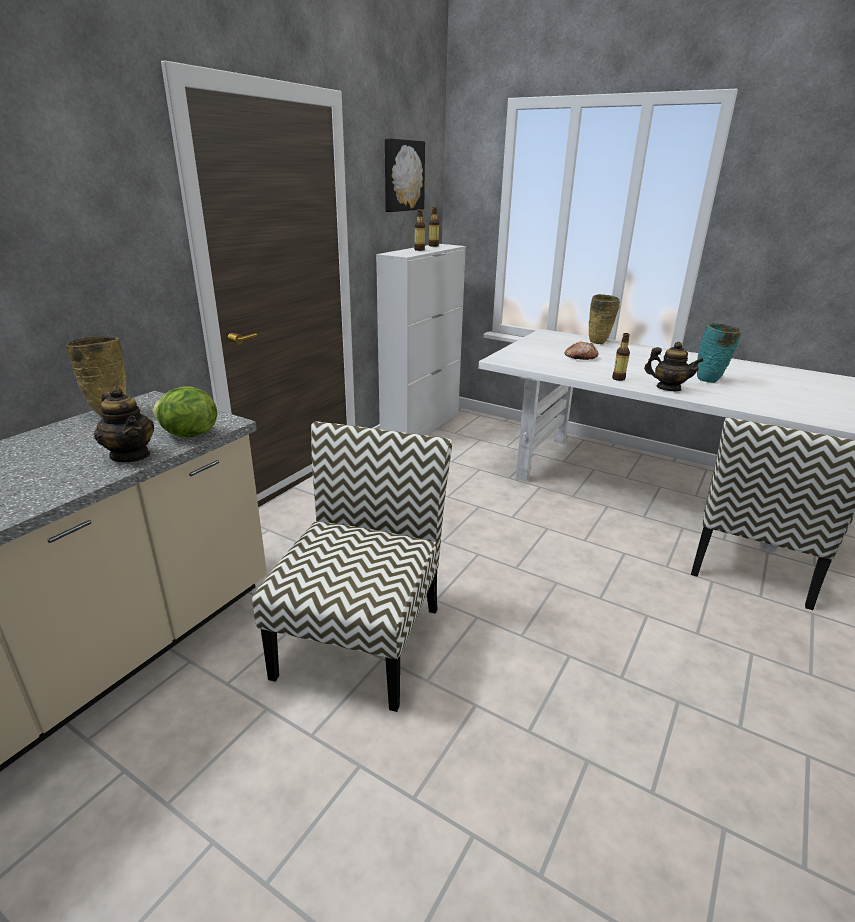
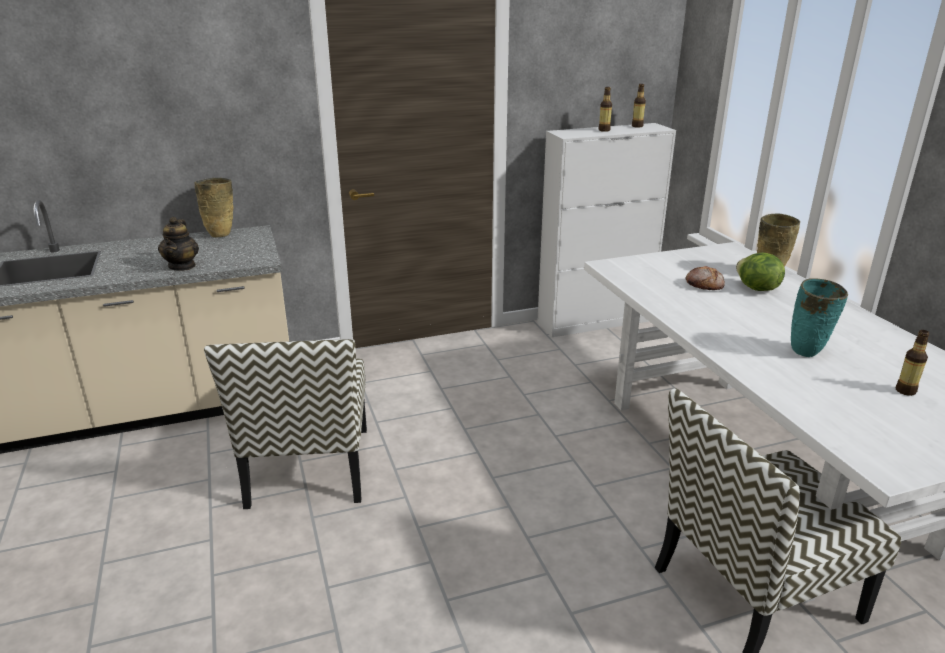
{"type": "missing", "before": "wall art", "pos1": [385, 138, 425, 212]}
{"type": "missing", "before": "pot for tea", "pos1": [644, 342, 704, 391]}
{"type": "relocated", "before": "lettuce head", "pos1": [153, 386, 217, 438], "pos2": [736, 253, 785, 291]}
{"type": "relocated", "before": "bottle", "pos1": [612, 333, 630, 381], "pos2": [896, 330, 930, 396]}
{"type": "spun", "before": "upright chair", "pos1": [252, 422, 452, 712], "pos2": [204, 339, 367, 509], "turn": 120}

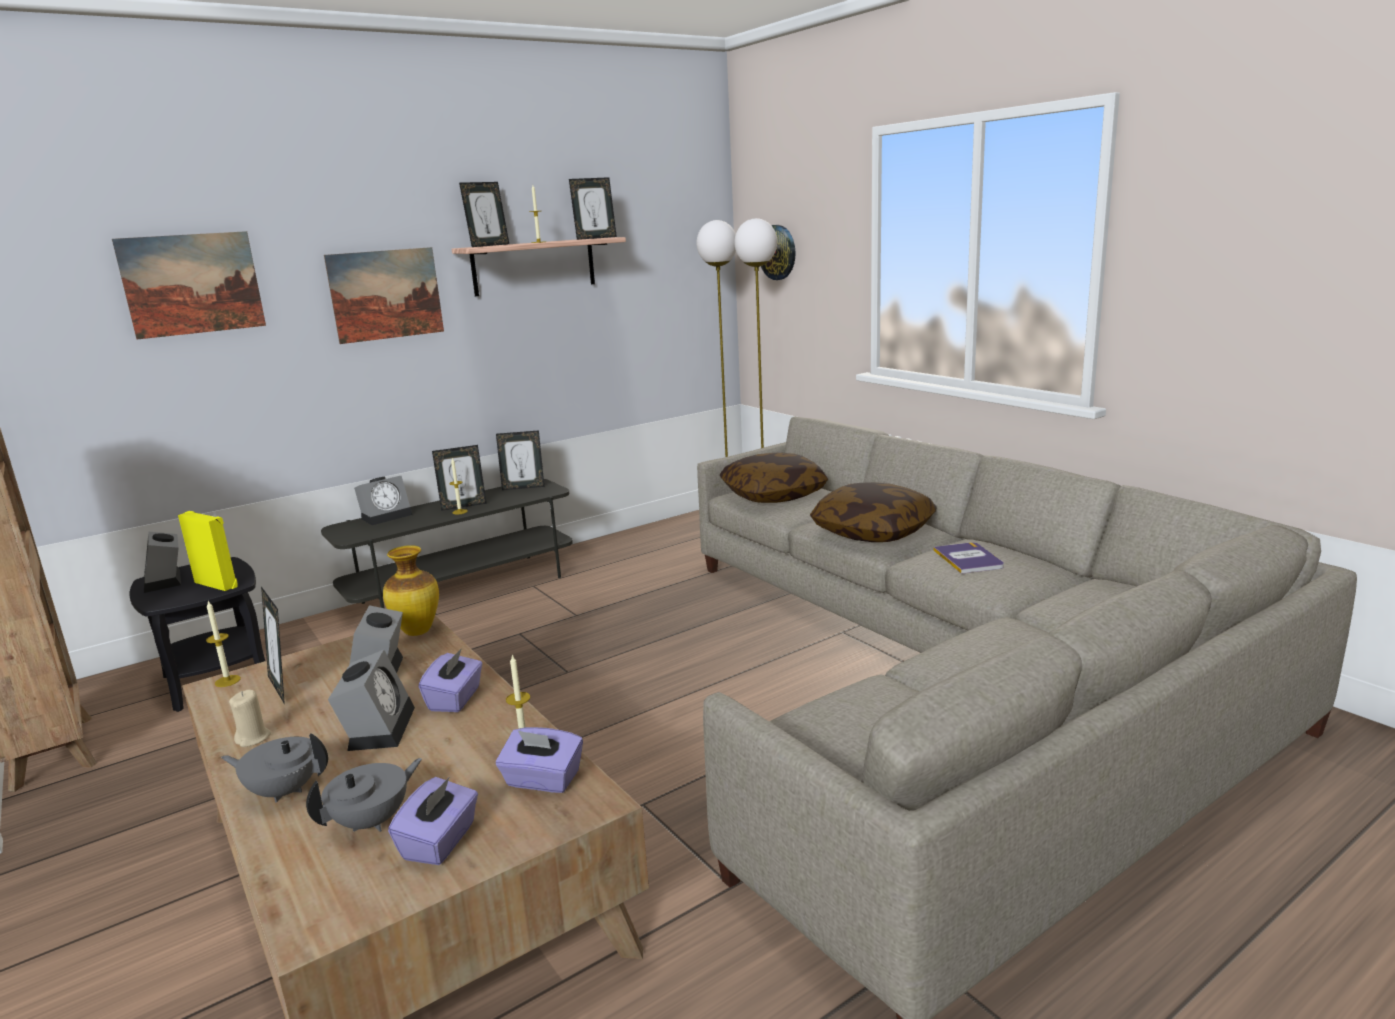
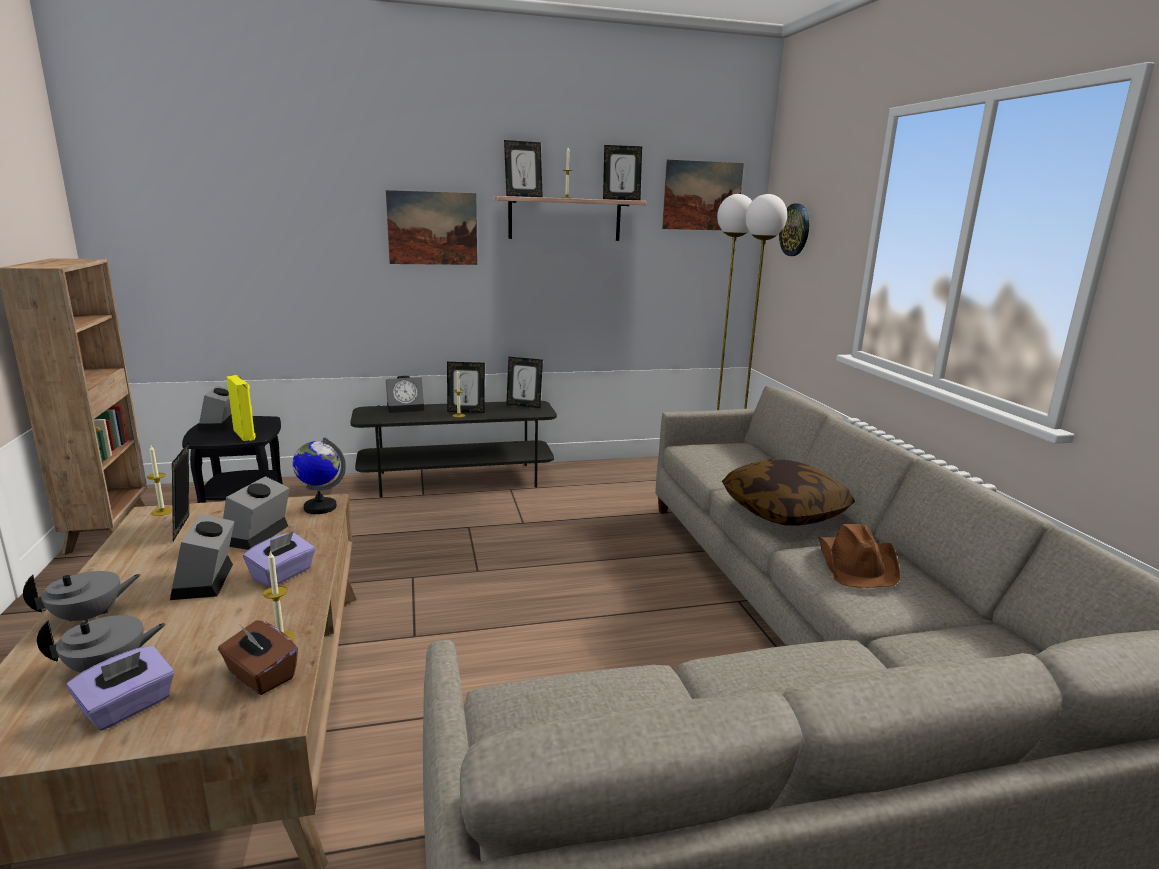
{"type": "missing", "before": "wax light in beige", "pos1": [229, 689, 271, 747]}
{"type": "missing", "before": "pillow", "pos1": [720, 453, 828, 503]}
{"type": "relocated", "before": "wall art", "pos1": [112, 231, 266, 339], "pos2": [662, 160, 744, 230]}
{"type": "exchanged", "before": "flower vase", "after": "globe", "pos1": [383, 545, 439, 636], "pos2": [293, 437, 346, 514]}
{"type": "exchanged", "before": "volume", "after": "clothing hat in brown", "pos1": [933, 542, 1004, 574], "pos2": [818, 524, 900, 588]}
{"type": "colour", "before": "box of tissues in purple-coloured", "after": "box of tissues in brown", "pos1": [496, 727, 583, 793], "pos2": [218, 620, 298, 695]}
{"type": "spun", "before": "pot for tea in greyish", "pos1": [221, 733, 328, 802], "pos2": [23, 571, 141, 622], "turn": 120}
{"type": "spun", "before": "bedside clock", "pos1": [328, 650, 415, 751], "pos2": [170, 514, 235, 600], "turn": 150}

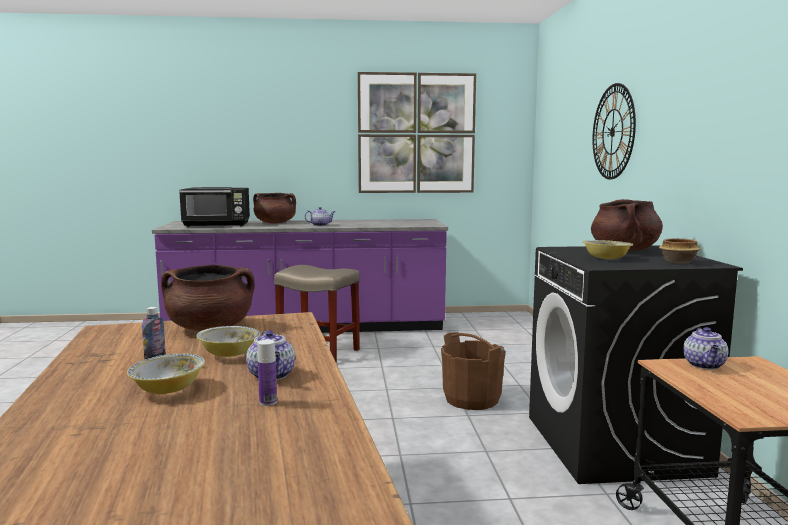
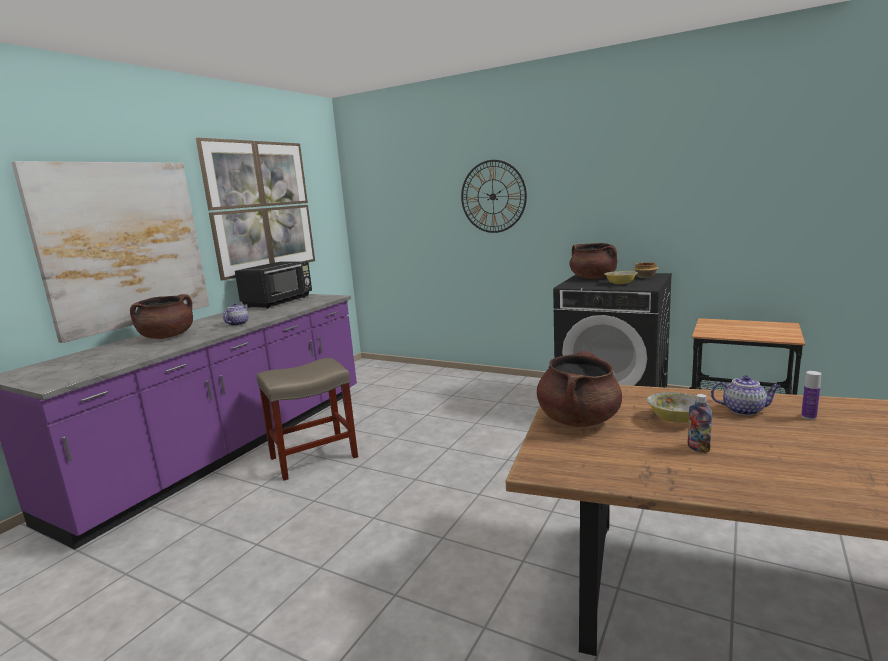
{"type": "missing", "before": "bowl", "pos1": [127, 353, 205, 394]}
{"type": "missing", "before": "water bucket in brown", "pos1": [441, 332, 506, 410]}
{"type": "missing", "before": "pot for tea", "pos1": [683, 327, 728, 370]}
{"type": "appeared", "after": "wall art", "pos2": [11, 161, 209, 343]}
{"type": "relocated", "before": "kitchen microwave in black-coloured", "pos1": [179, 187, 250, 227], "pos2": [235, 262, 312, 309]}

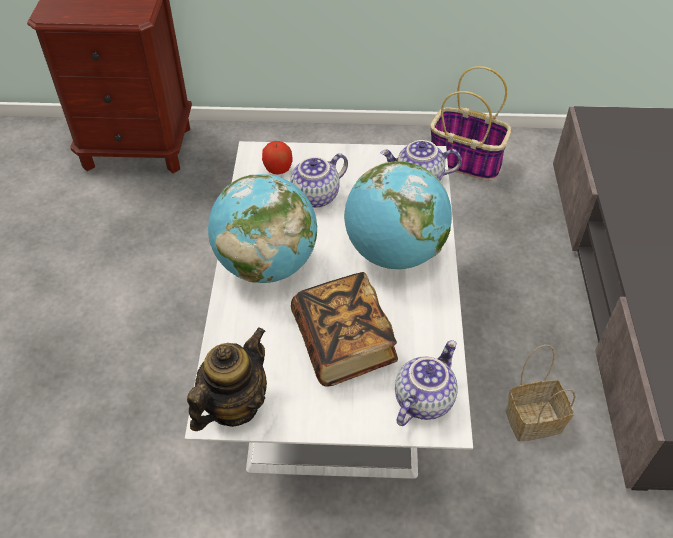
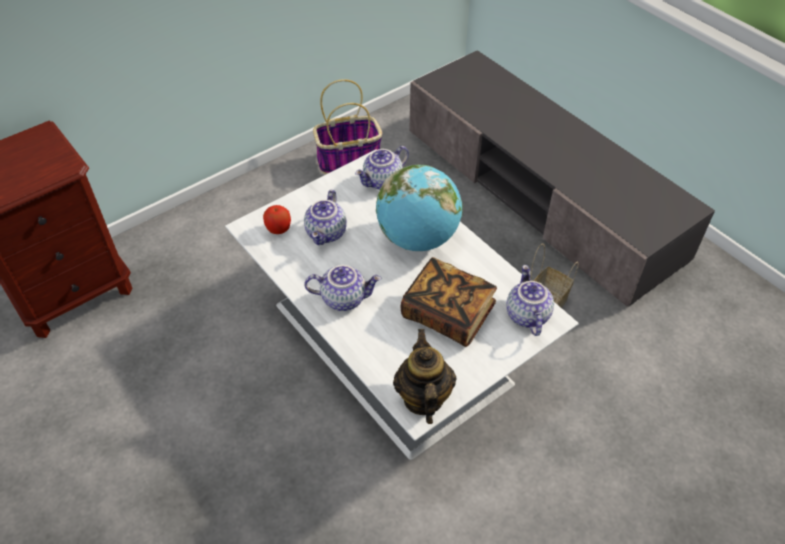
{"type": "exchanged", "before": "globe", "after": "pot for tea", "pos1": [208, 174, 317, 283], "pos2": [304, 265, 381, 311]}

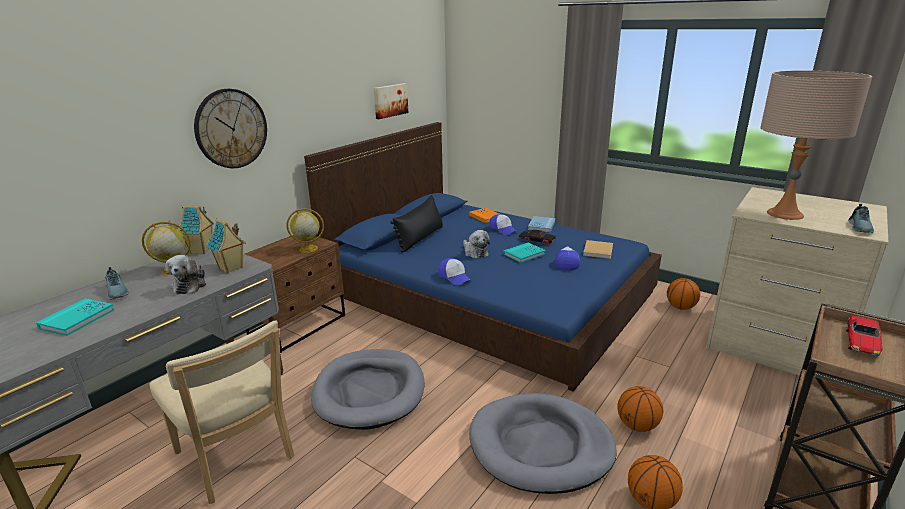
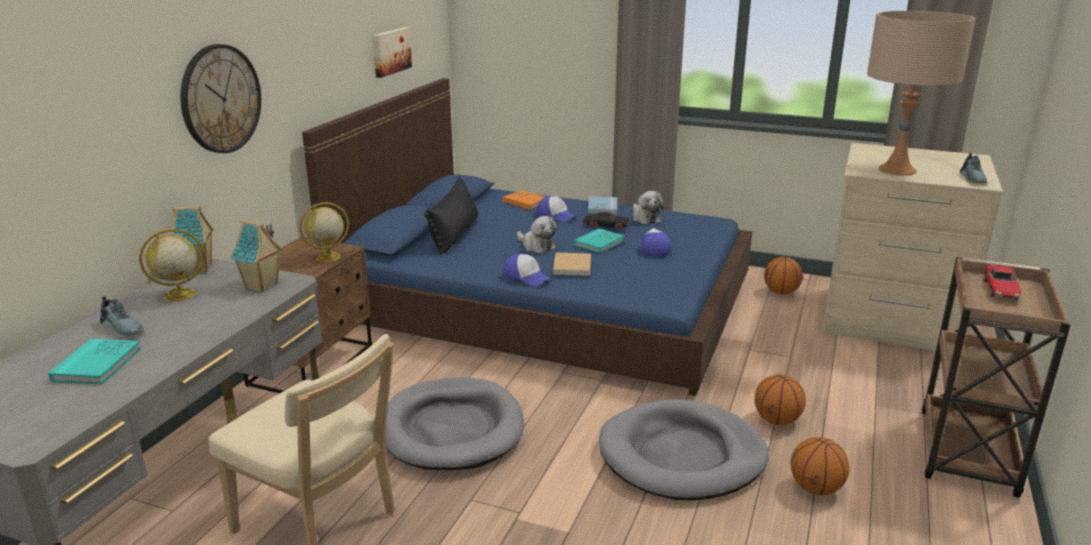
{"type": "relocated", "before": "cuddly toy", "pos1": [165, 255, 206, 294], "pos2": [633, 191, 664, 224]}
{"type": "relocated", "before": "volume in beige", "pos1": [583, 240, 613, 259], "pos2": [553, 253, 591, 276]}

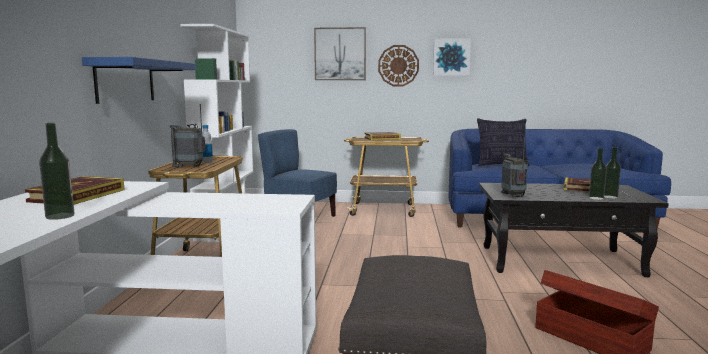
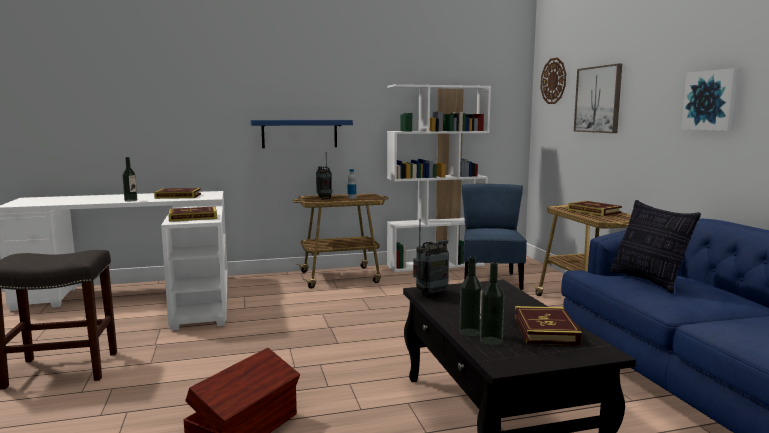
{"type": "appeared", "after": "volume", "pos2": [168, 207, 217, 222]}
{"type": "relocated", "before": "hanging clock", "pos1": [378, 45, 419, 86], "pos2": [540, 57, 566, 104]}

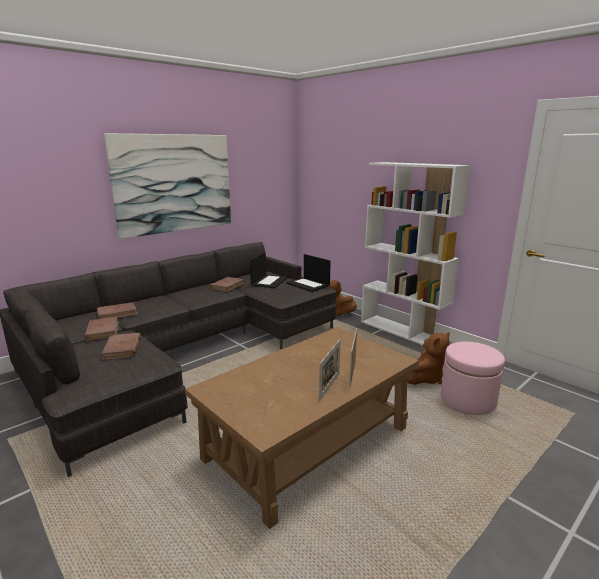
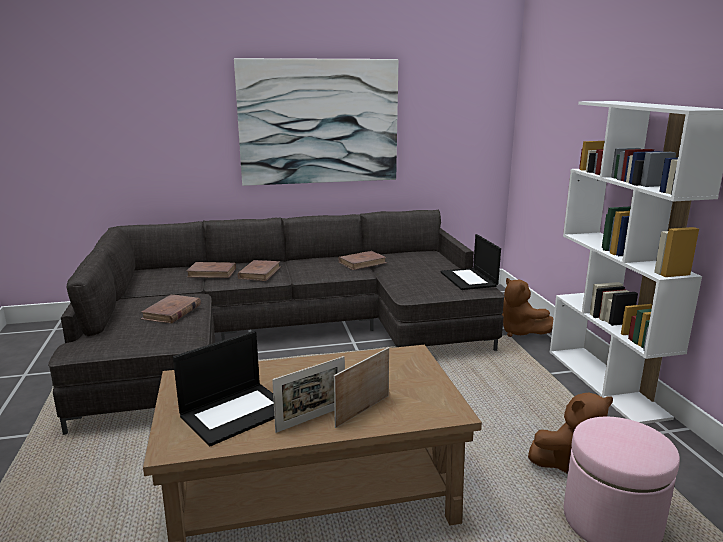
{"type": "relocated", "before": "volume in brown", "pos1": [84, 317, 119, 341], "pos2": [237, 260, 281, 281]}
{"type": "relocated", "before": "laptop", "pos1": [250, 252, 288, 288], "pos2": [173, 331, 275, 447]}

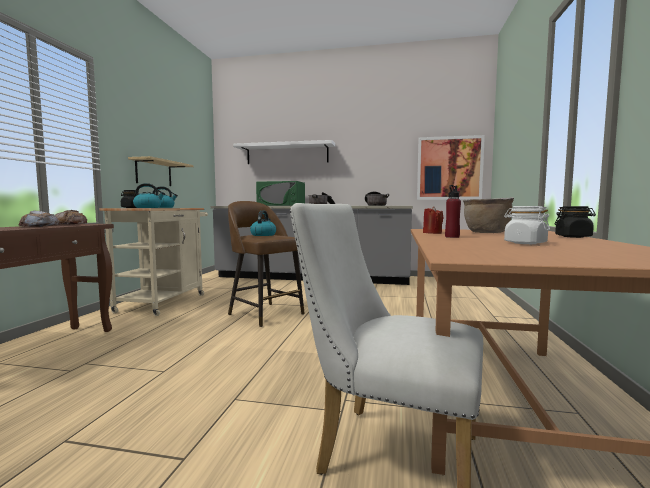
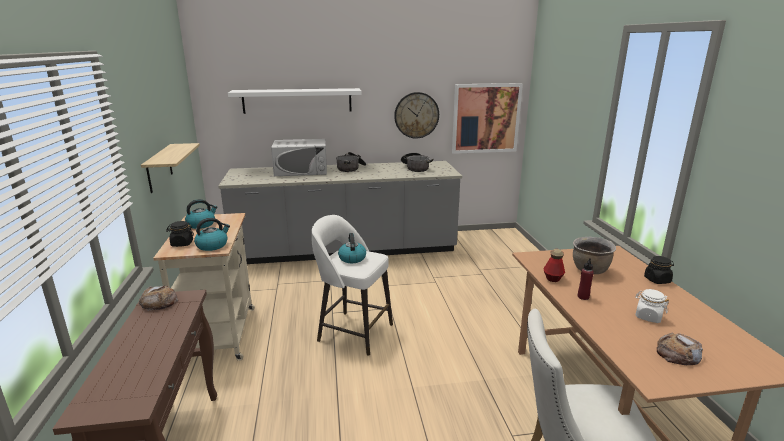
{"type": "appeared", "after": "hanging clock", "pos2": [394, 92, 439, 139]}
{"type": "relocated", "before": "bread", "pos1": [19, 210, 61, 227], "pos2": [657, 332, 703, 365]}
{"type": "exchanged", "before": "wax light in red", "after": "bottle", "pos1": [423, 206, 444, 234], "pos2": [544, 249, 565, 282]}
{"type": "colour", "before": "stool in brown", "after": "stool in white", "pos1": [228, 201, 305, 327], "pos2": [311, 215, 393, 356]}
{"type": "colour", "before": "kitchen microwave in green", "after": "kitchen microwave in white", "pos1": [256, 181, 305, 206], "pos2": [271, 139, 327, 176]}

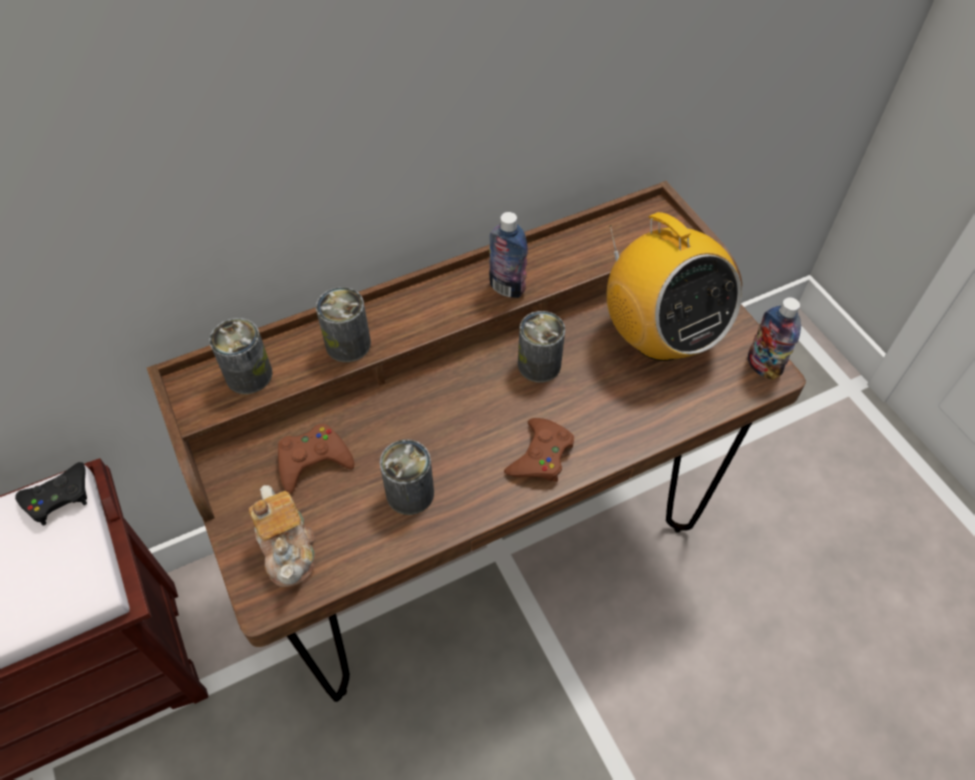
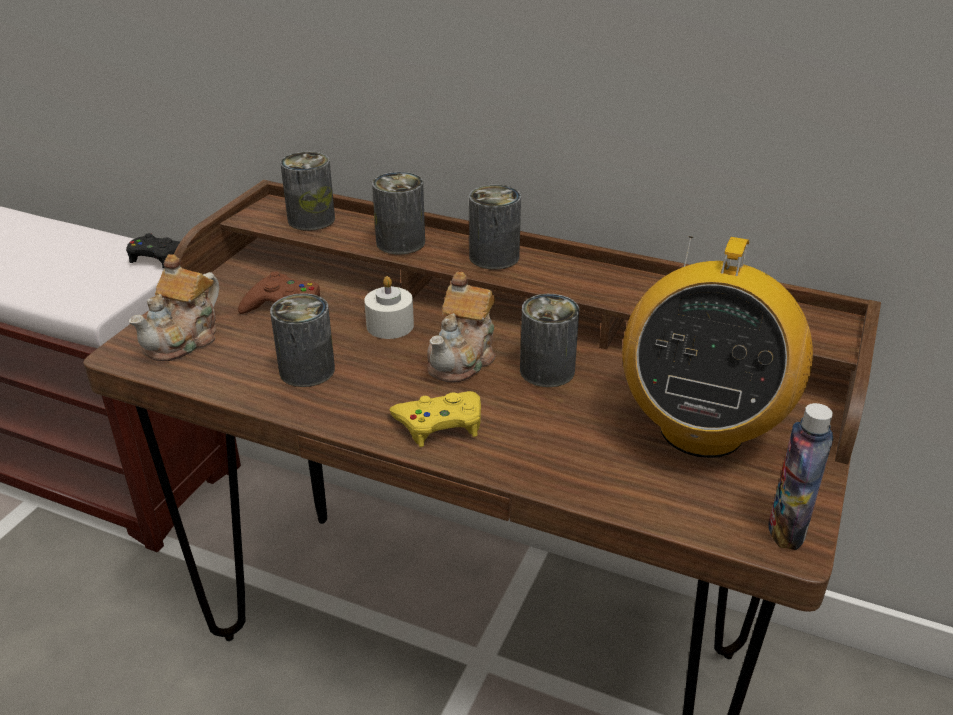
{"type": "missing", "before": "bottle", "pos1": [489, 212, 528, 298]}
{"type": "appeared", "after": "wax light in white", "pos2": [364, 276, 414, 339]}
{"type": "appeared", "after": "pot for tea", "pos2": [427, 272, 496, 382]}
{"type": "appeared", "after": "sealed can", "pos2": [469, 185, 521, 269]}
{"type": "colour", "before": "joypad in brown", "after": "joypad in yellow-coloured", "pos1": [504, 418, 574, 482], "pos2": [390, 391, 481, 447]}

